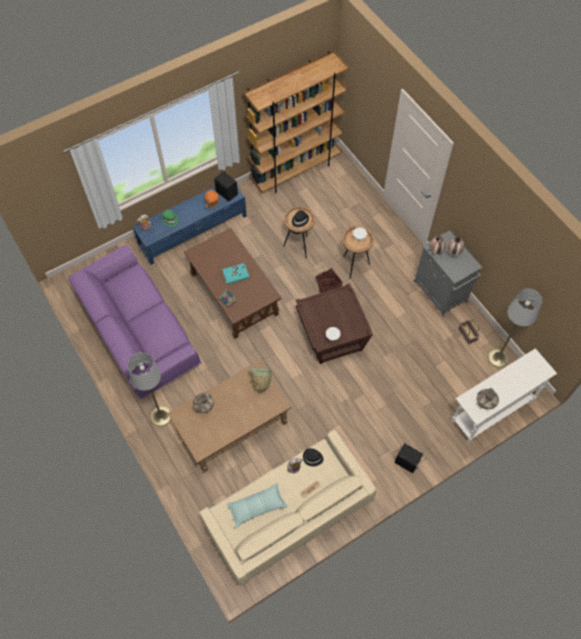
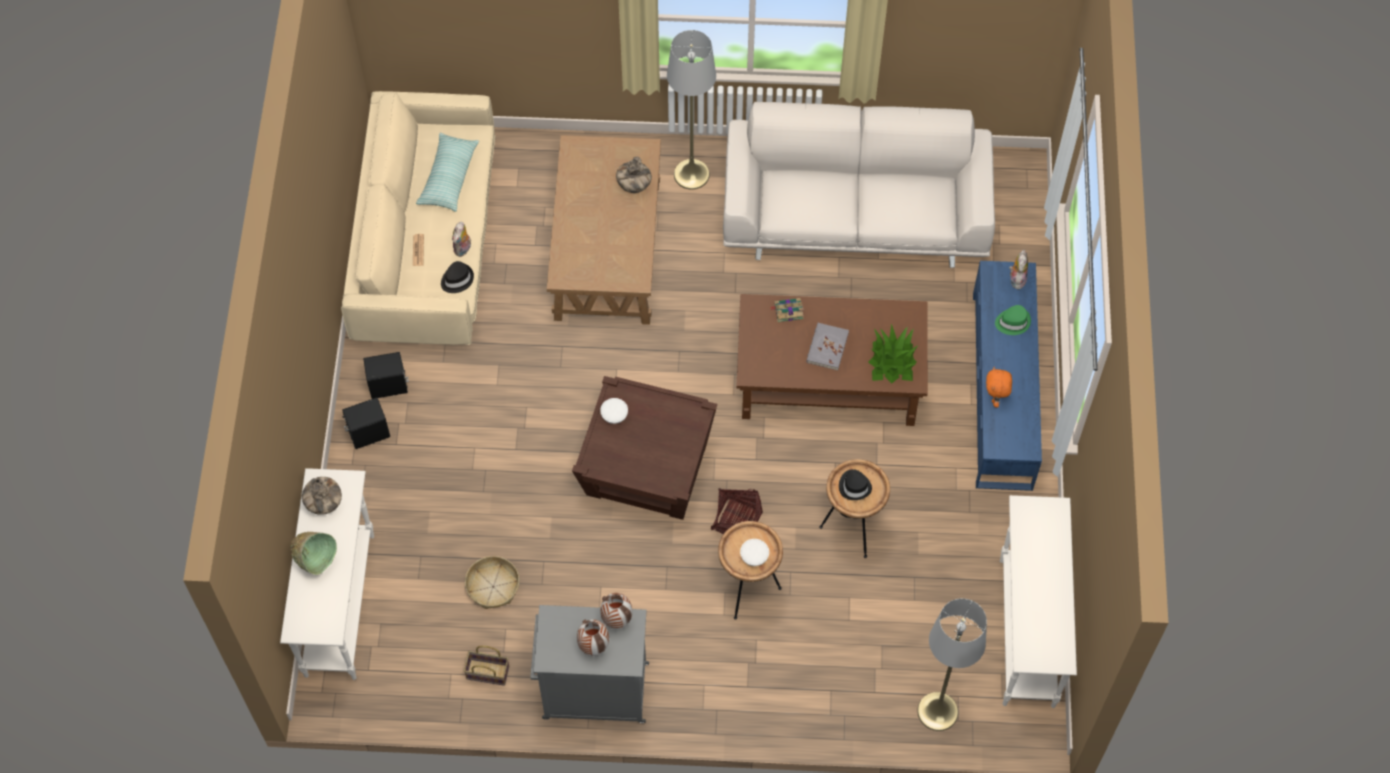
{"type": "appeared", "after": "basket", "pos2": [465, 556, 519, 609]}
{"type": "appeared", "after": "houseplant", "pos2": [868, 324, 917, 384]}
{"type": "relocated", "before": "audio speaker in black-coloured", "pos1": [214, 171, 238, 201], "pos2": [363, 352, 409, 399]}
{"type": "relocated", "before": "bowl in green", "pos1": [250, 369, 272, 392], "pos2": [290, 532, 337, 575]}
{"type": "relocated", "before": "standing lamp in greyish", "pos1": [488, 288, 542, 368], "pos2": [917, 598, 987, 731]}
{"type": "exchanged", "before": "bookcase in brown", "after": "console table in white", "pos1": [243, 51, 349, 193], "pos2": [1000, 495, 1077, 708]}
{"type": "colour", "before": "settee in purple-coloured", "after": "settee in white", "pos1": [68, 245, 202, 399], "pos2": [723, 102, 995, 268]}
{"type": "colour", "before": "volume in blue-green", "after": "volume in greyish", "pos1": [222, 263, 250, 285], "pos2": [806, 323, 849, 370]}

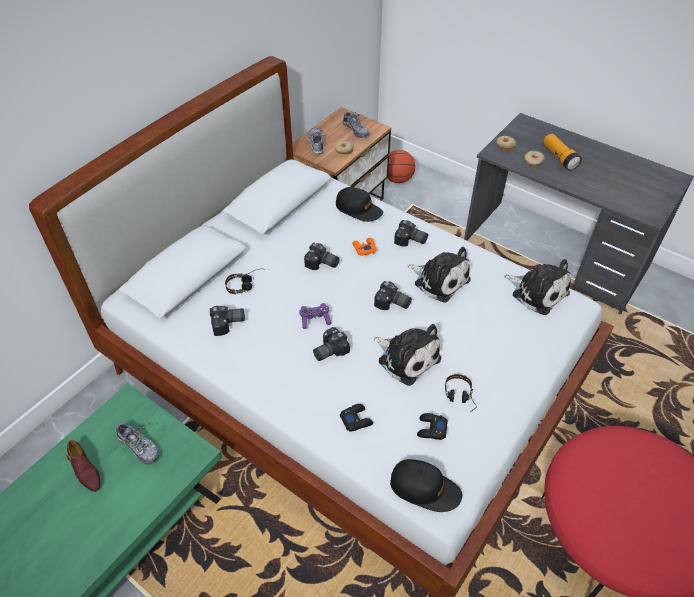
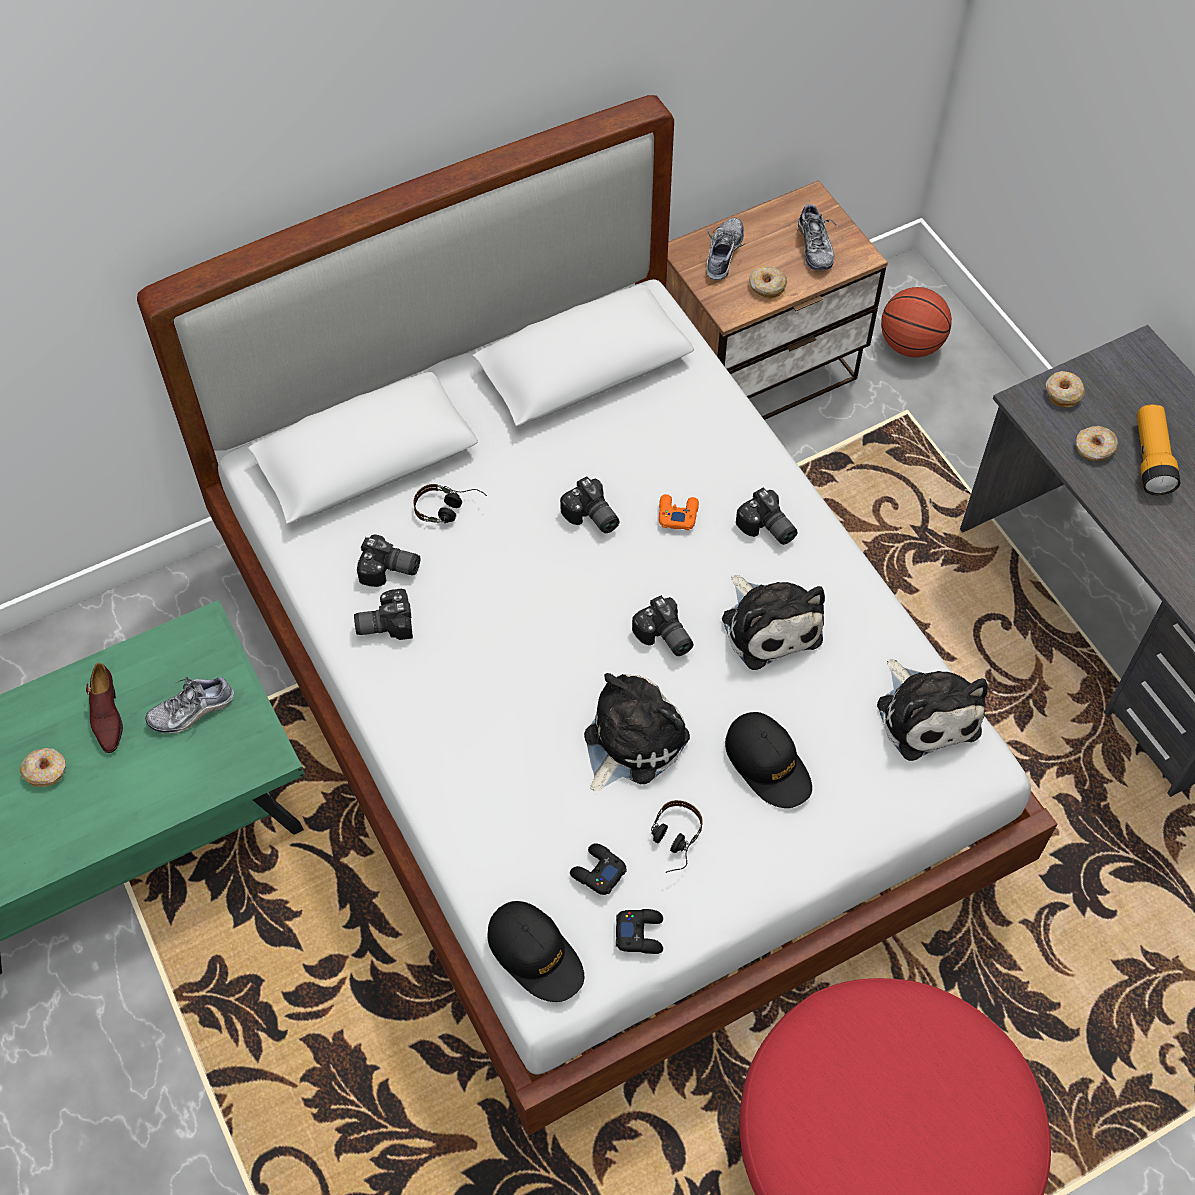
{"type": "missing", "before": "joypad in purple-coloured", "pos1": [299, 303, 331, 329]}
{"type": "appeared", "after": "ring doughnut", "pos2": [20, 748, 66, 787]}
{"type": "relocated", "before": "photo camera", "pos1": [313, 327, 350, 361], "pos2": [354, 589, 413, 640]}
{"type": "relocated", "before": "peaked cap in black-coloured", "pos1": [336, 187, 383, 222], "pos2": [725, 712, 812, 808]}
{"type": "relocated", "before": "joypad in black-coloured", "pos1": [340, 404, 373, 432], "pos2": [616, 909, 663, 954]}
{"type": "spun", "before": "item of footwear", "pos1": [116, 422, 159, 465], "pos2": [145, 677, 234, 734], "turn": 90}
{"type": "spun", "before": "cuddly toy", "pos1": [374, 324, 441, 386], "pos2": [584, 673, 690, 791], "turn": -120}

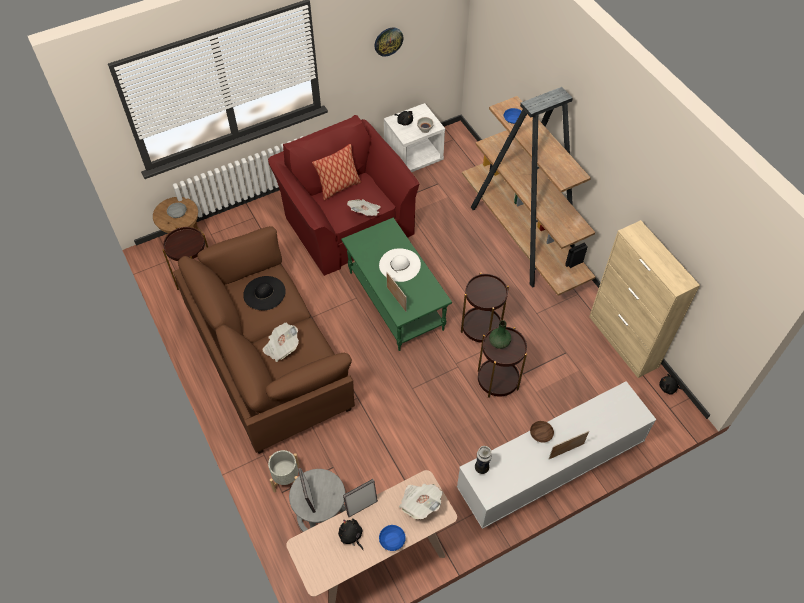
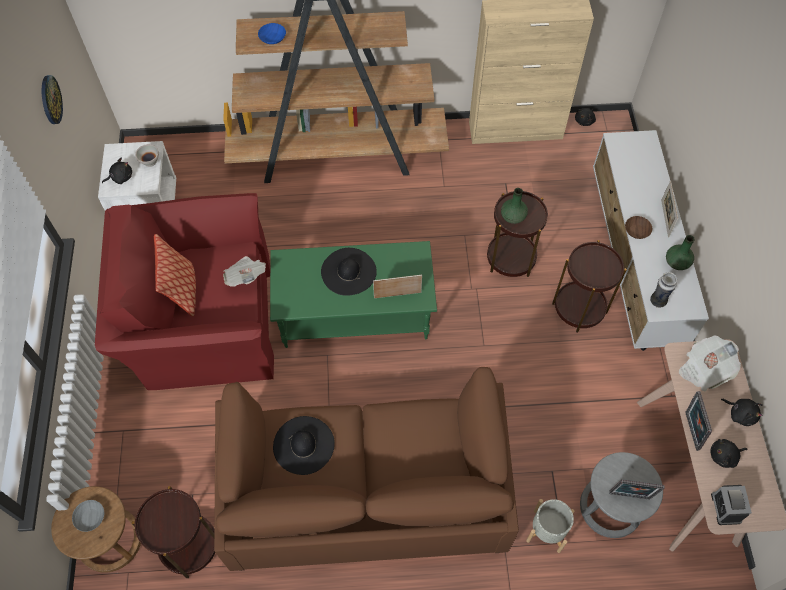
{"type": "missing", "before": "newspaper", "pos1": [262, 323, 299, 362]}
{"type": "appeared", "after": "flower vase in green", "pos2": [666, 235, 695, 270]}
{"type": "appeared", "after": "bedside clock", "pos2": [711, 485, 752, 525]}
{"type": "relocated", "before": "side table in brown", "pos1": [461, 273, 509, 343], "pos2": [552, 240, 626, 332]}
{"type": "exchanged", "before": "bowl in blue-coloured", "after": "cuddly toy in black-coloured", "pos1": [379, 525, 406, 551], "pos2": [721, 399, 763, 426]}
{"type": "colour", "before": "clothing hat in white", "after": "clothing hat in black-coloured", "pos1": [379, 248, 421, 282], "pos2": [321, 248, 377, 296]}

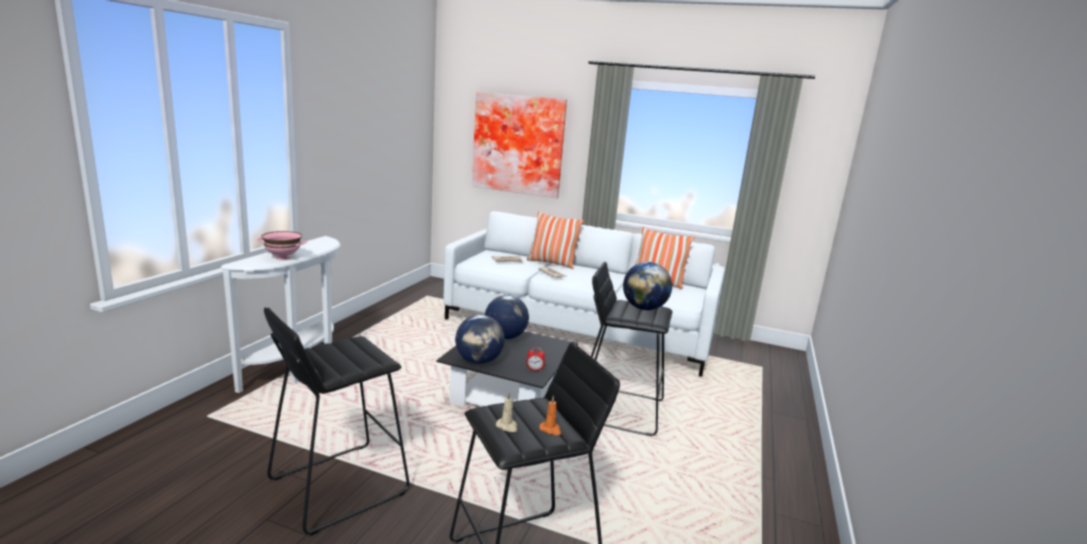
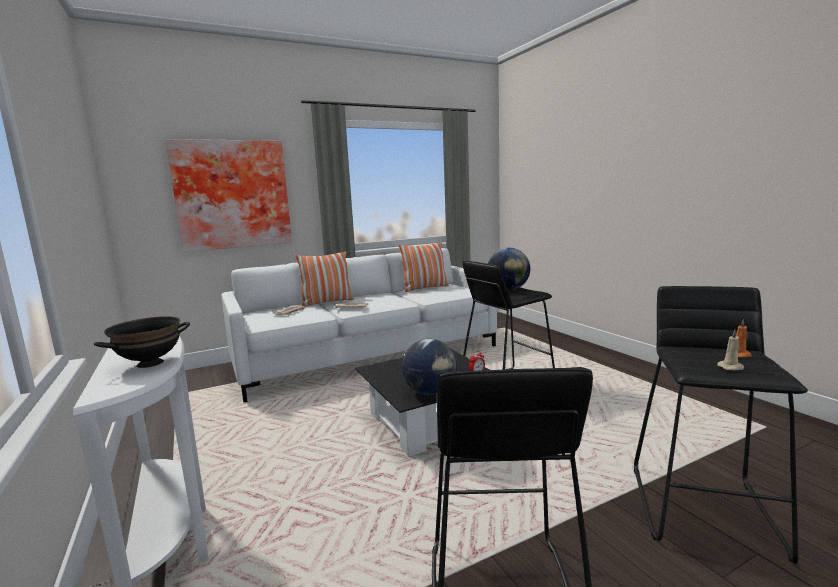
{"type": "missing", "before": "globe", "pos1": [485, 295, 529, 339]}
{"type": "colour", "before": "bowl in pink-coloured", "after": "bowl in black-coloured", "pos1": [257, 231, 308, 260], "pos2": [94, 316, 190, 368]}

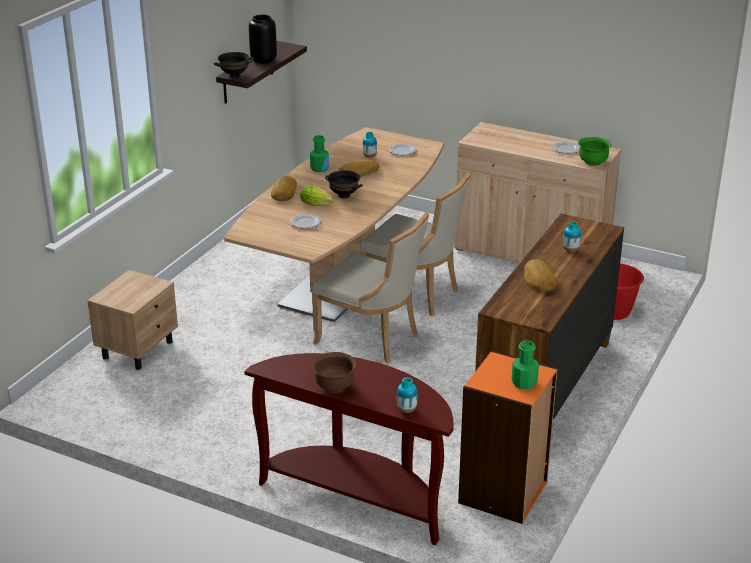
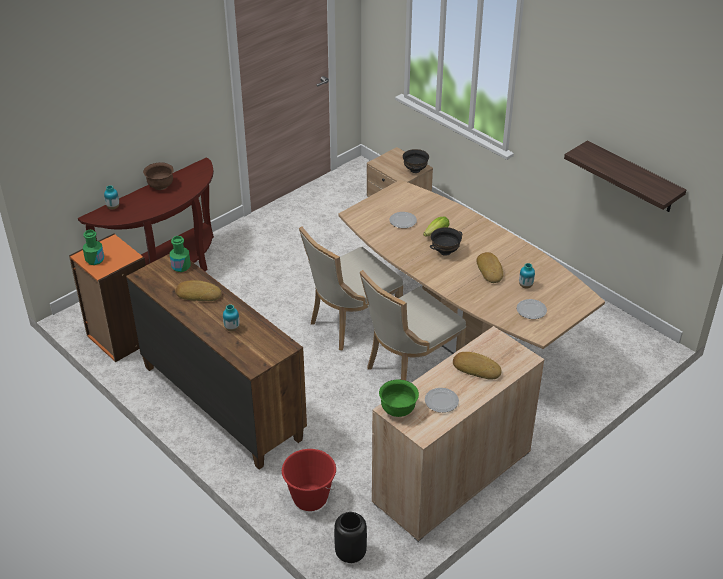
{"type": "relocated", "before": "bowl in black-coloured", "pos1": [214, 52, 254, 78], "pos2": [403, 149, 429, 173]}
{"type": "relocated", "before": "flower vase in black-coloured", "pos1": [249, 15, 277, 64], "pos2": [334, 512, 367, 563]}
{"type": "relocated", "before": "bread", "pos1": [271, 176, 297, 201], "pos2": [453, 352, 502, 380]}
{"type": "relocated", "before": "bottle in green", "pos1": [310, 135, 329, 172], "pos2": [170, 236, 191, 272]}

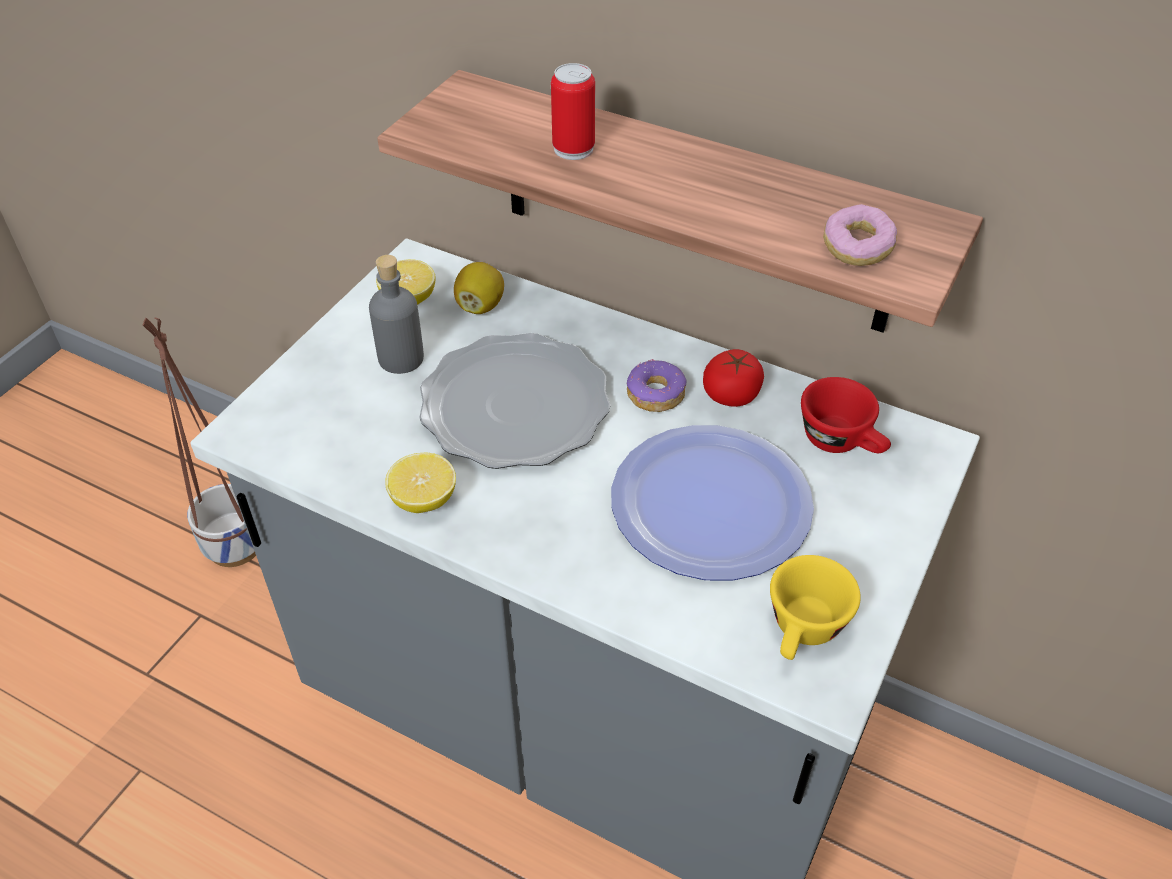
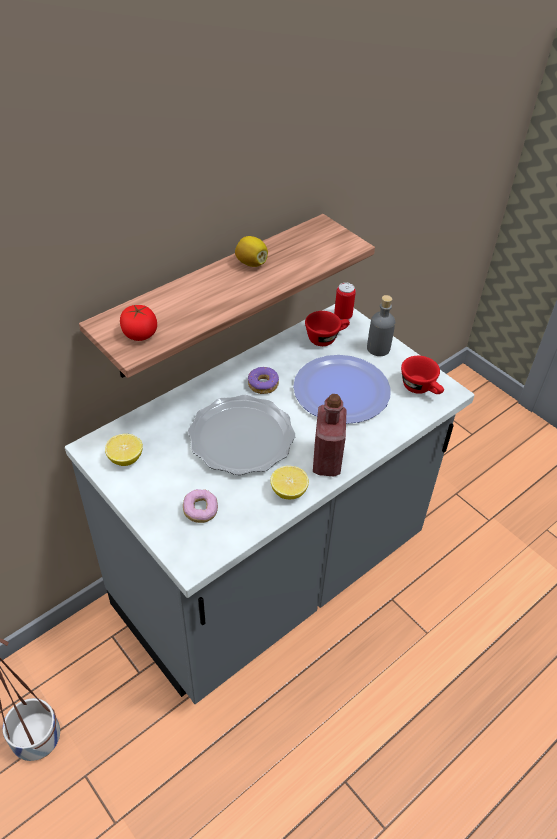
{"type": "appeared", "after": "bottle in red", "pos2": [313, 394, 347, 476]}
{"type": "relocated", "before": "bottle in greyish", "pos1": [369, 255, 424, 374], "pos2": [367, 295, 395, 356]}
{"type": "relocated", "before": "lemon", "pos1": [454, 262, 504, 314], "pos2": [235, 236, 268, 267]}
{"type": "relocated", "before": "sealed can", "pos1": [551, 63, 595, 160], "pos2": [334, 282, 356, 321]}
{"type": "relocated", "before": "tomato", "pos1": [703, 349, 764, 407], "pos2": [120, 305, 157, 341]}
{"type": "relocated", "before": "ring doughnut", "pos1": [823, 204, 897, 266], "pos2": [183, 489, 218, 523]}
{"type": "colour", "before": "cup in yellow-coloured", "after": "cup in red", "pos1": [770, 555, 861, 660], "pos2": [401, 356, 444, 394]}

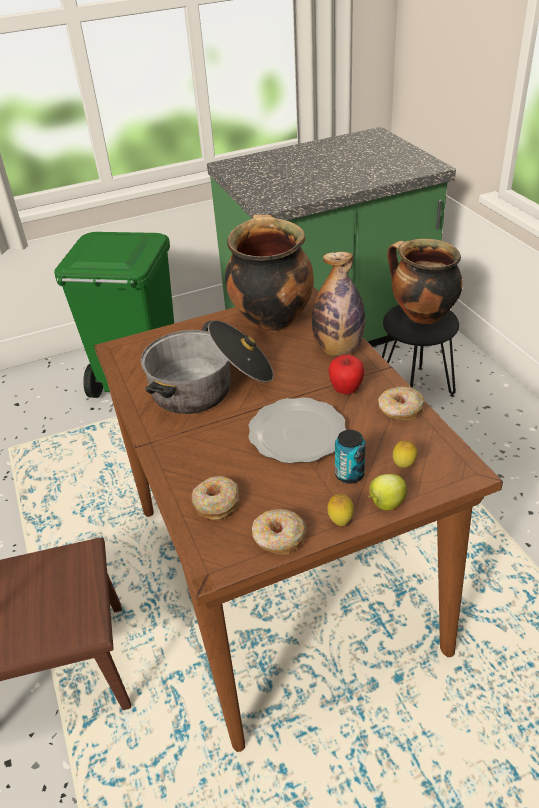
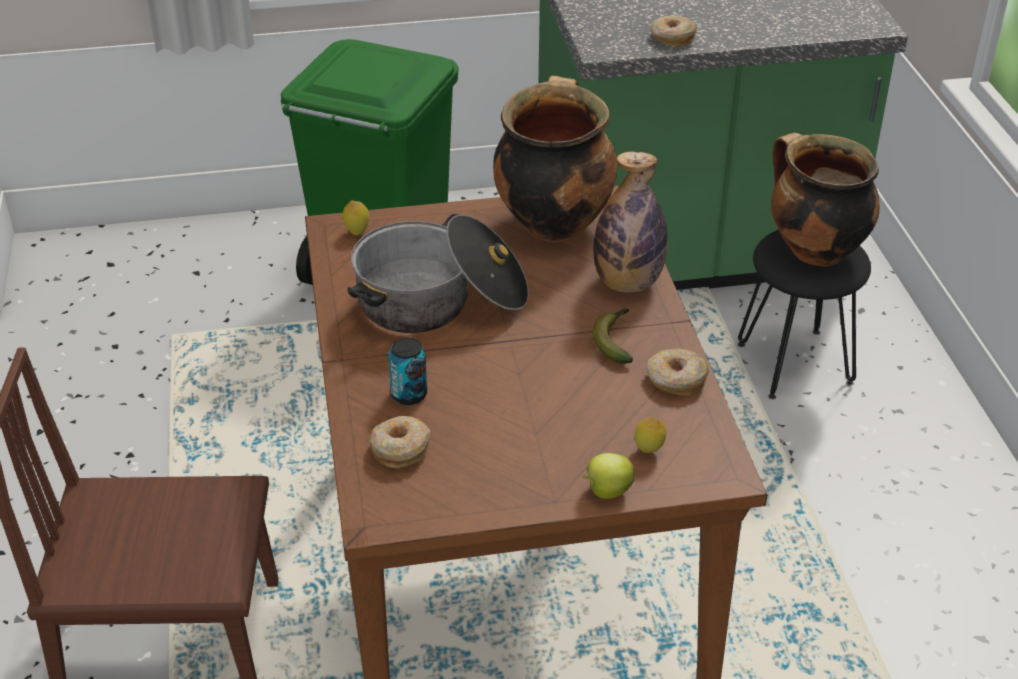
{"type": "missing", "before": "plate", "pos1": [248, 397, 346, 464]}
{"type": "relocated", "before": "ring doughnut", "pos1": [252, 509, 306, 554], "pos2": [651, 16, 697, 47]}
{"type": "relocated", "before": "lemon", "pos1": [328, 494, 354, 526], "pos2": [343, 200, 369, 235]}
{"type": "relocated", "before": "sealed can", "pos1": [335, 430, 366, 484], "pos2": [388, 338, 427, 405]}
{"type": "exchanged", "before": "apple", "after": "whole banana", "pos1": [328, 354, 365, 394], "pos2": [592, 308, 633, 364]}

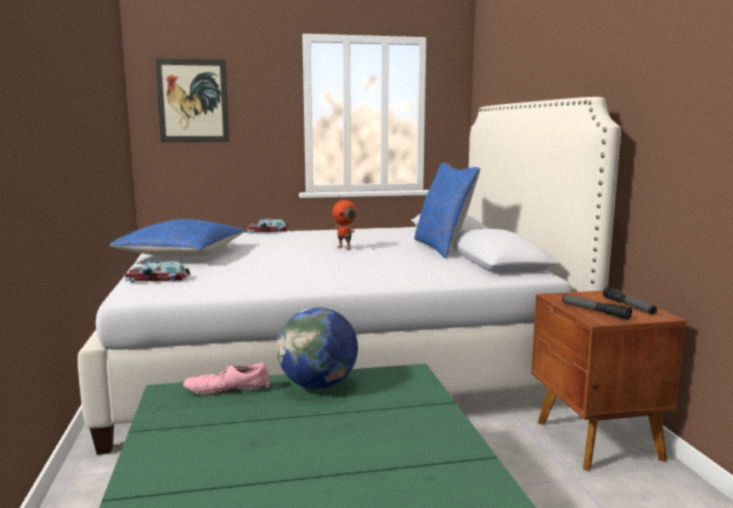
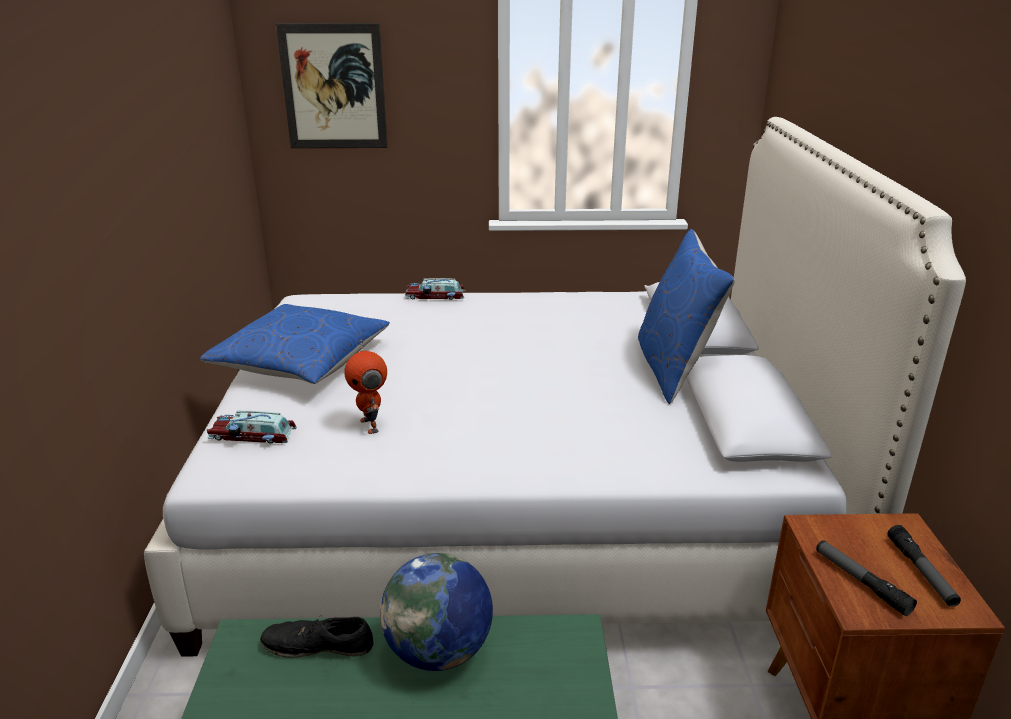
{"type": "relocated", "before": "toy robot", "pos1": [332, 196, 357, 250], "pos2": [345, 338, 387, 434]}
{"type": "colour", "before": "item of footwear in pink-coloured", "after": "item of footwear in black-coloured", "pos1": [183, 363, 270, 396], "pos2": [260, 615, 373, 658]}

